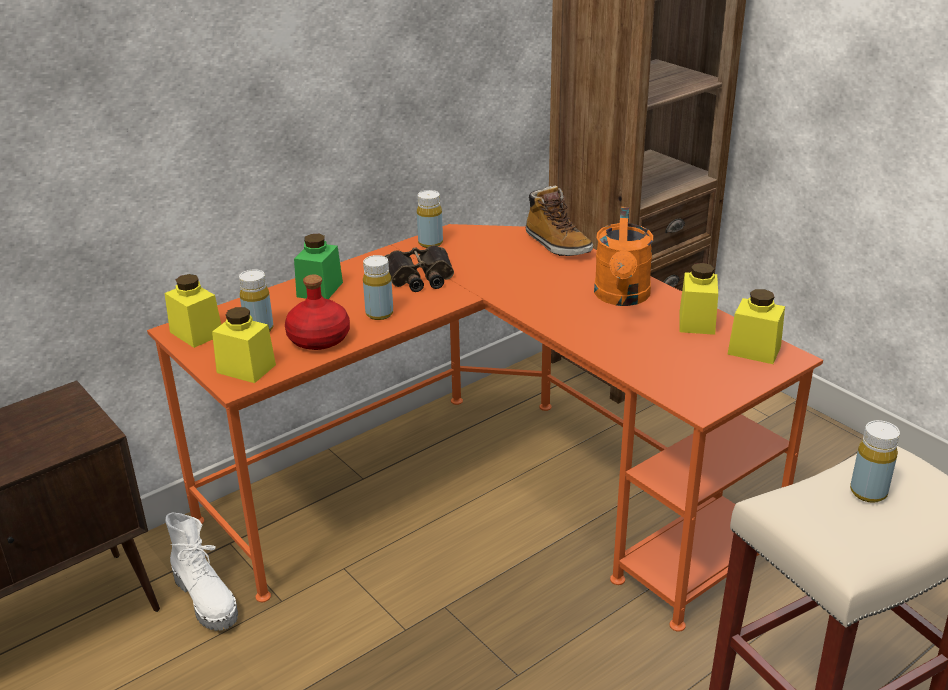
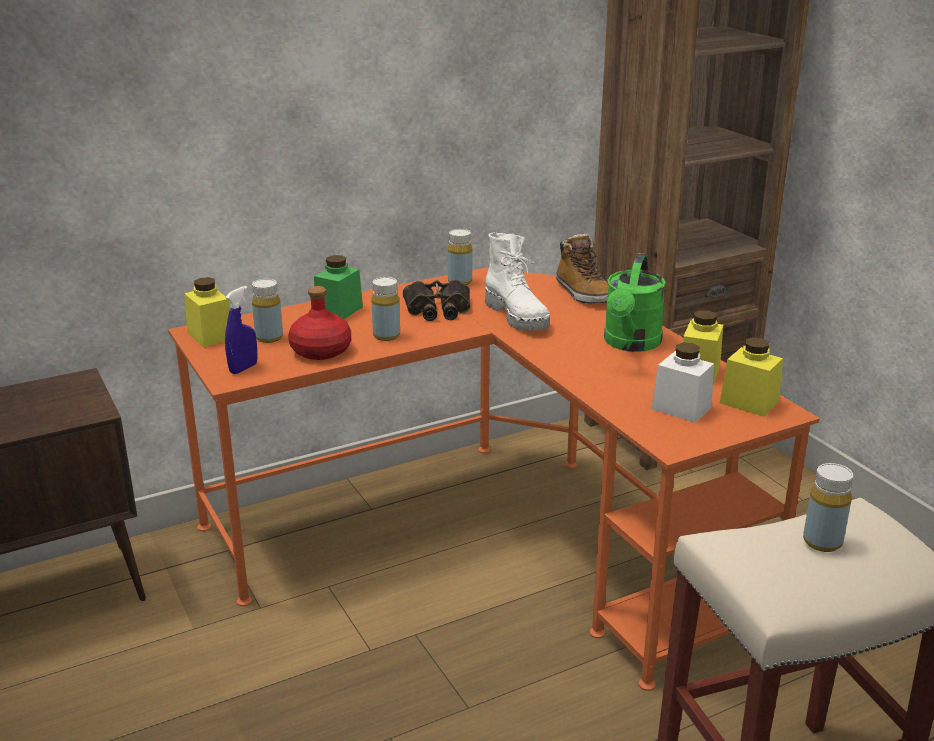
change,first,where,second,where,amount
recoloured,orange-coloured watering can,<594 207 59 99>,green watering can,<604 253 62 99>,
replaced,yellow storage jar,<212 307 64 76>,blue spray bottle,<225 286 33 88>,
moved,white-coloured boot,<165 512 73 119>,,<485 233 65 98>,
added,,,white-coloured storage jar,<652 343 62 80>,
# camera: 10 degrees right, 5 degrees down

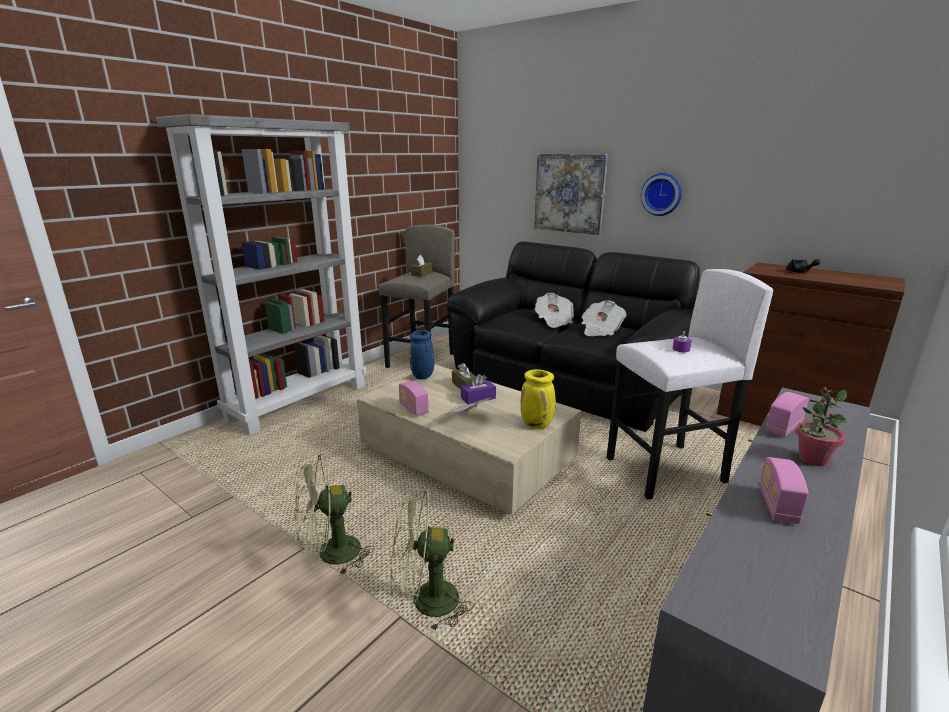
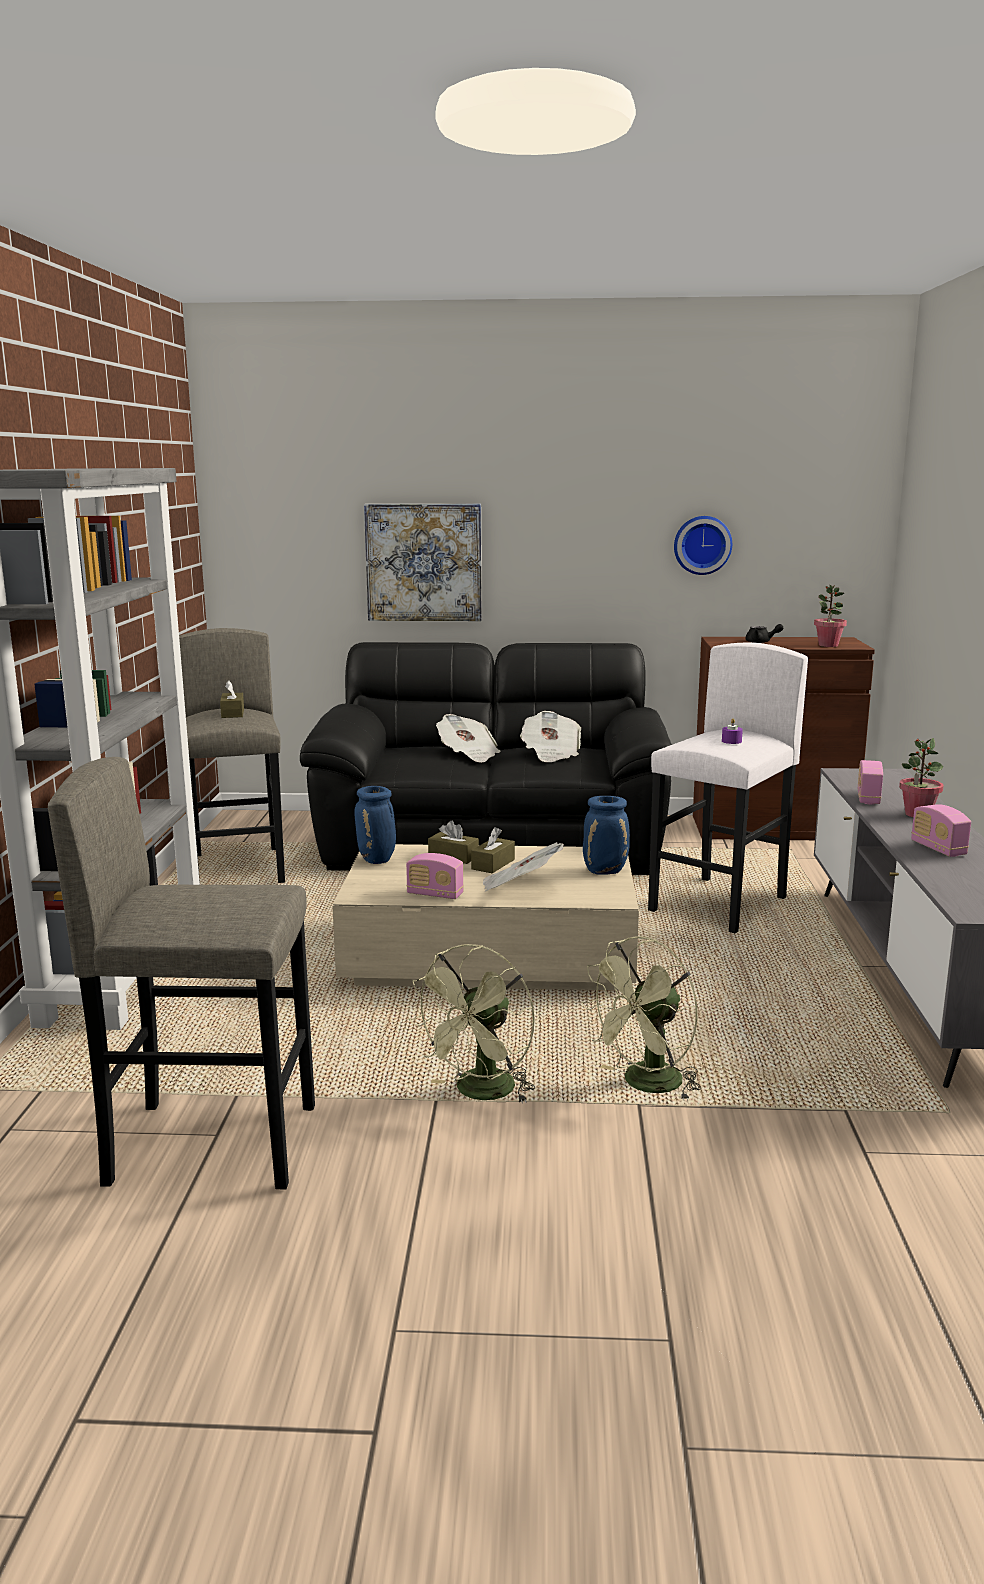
change,first,where,second,where,amount
moved,hanging clock,<641 173 41 43>,,<674 516 58 59>,
recoloured,yellow flower vase,<521 369 35 60>,blue flower vase,<583 796 47 79>,
recoloured,purplish tissue holder,<461 374 35 30>,brown tissue holder,<471 827 44 46>,
added,,,plant in a pot,<814 585 33 62>,
added,,,grey sitting stool,<48 757 267 433>,
# camera: 35 degrees left, 5 degrees down

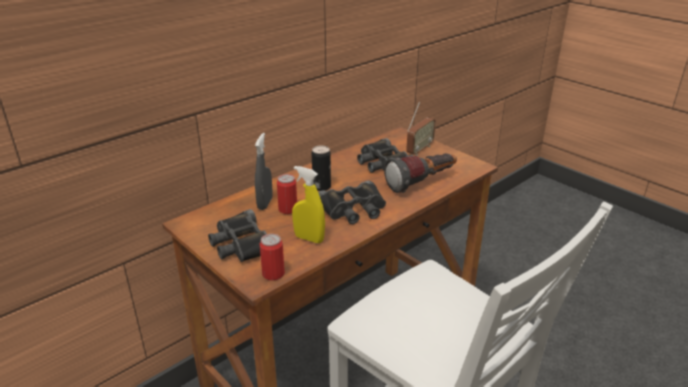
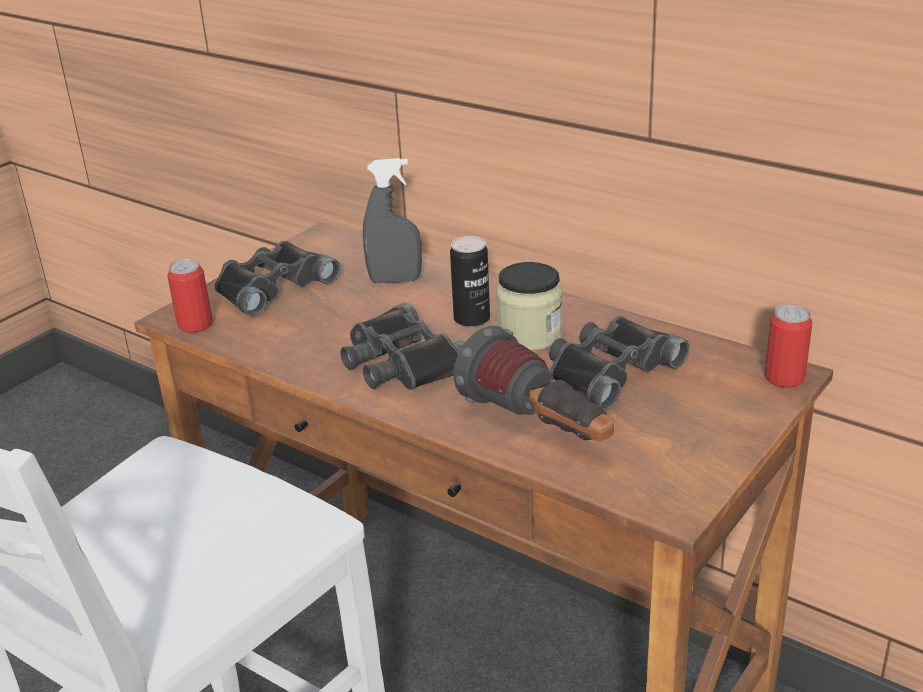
change,first,where,second,where,amount
removed,radio receiver,<406 102 30 54>,,,
removed,yellow spray bottle,<292 166 33 77>,,,
moved,can,<277 174 20 40>,,<765 304 48 83>,
added,,,storage jar,<496 262 67 89>,
# camera: 80 degrees right, 0 degrees up

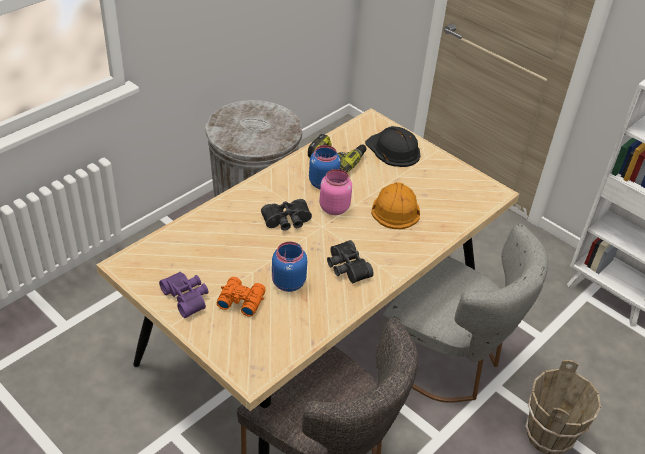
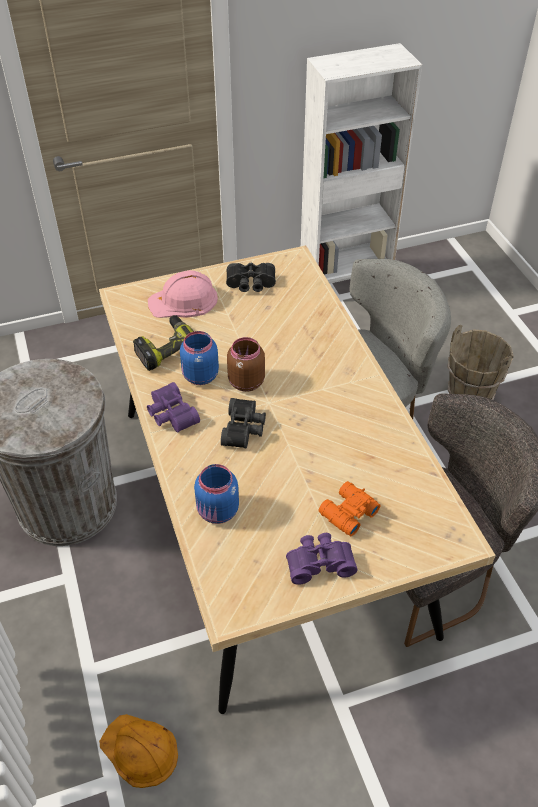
change,first,where,second,where,amount
recoloured,blackish hard hat,<365 126 55 41>,pink hard hat,<148 270 70 48>,
recoloured,pink storage jar,<320 169 32 46>,brown storage jar,<227 337 38 55>,
moved,orange-coloured hard hat,<371 183 49 46>,,<99 714 79 74>,
moved,blackish field glasses,<327 240 47 43>,,<226 263 50 29>,
moved,blue storage jar,<272 242 35 50>,,<194 464 45 60>,
added,,,purplish field glasses,<147 382 53 51>,
# camera: 60 degrees left, 5 degrees up

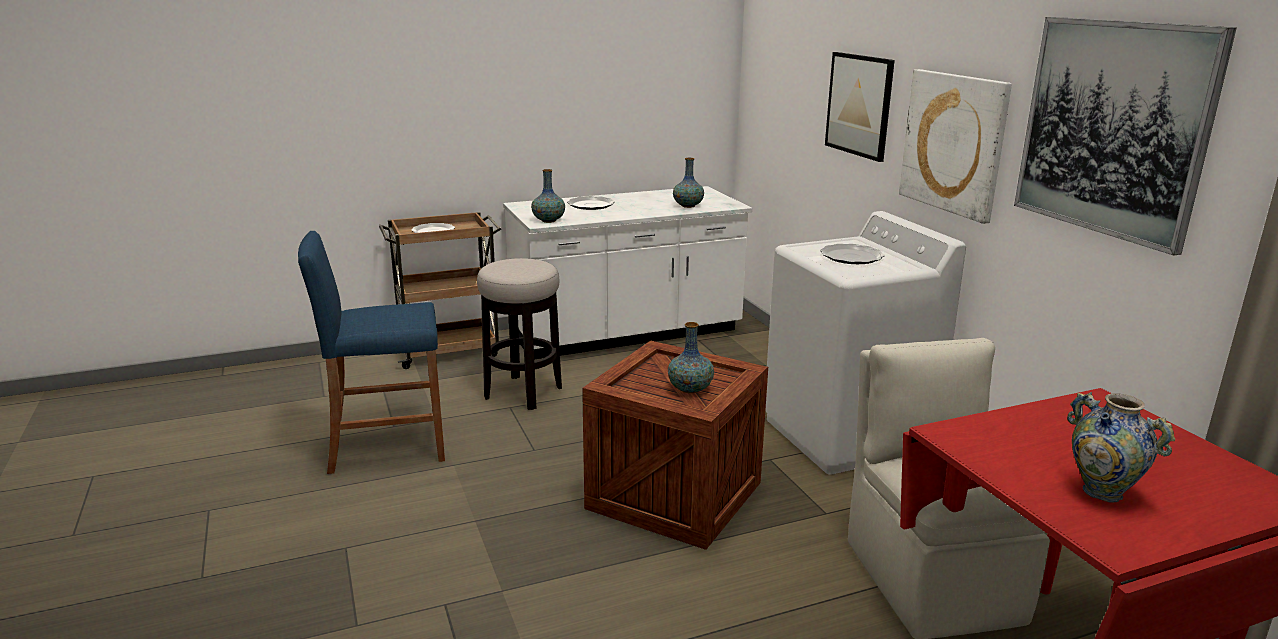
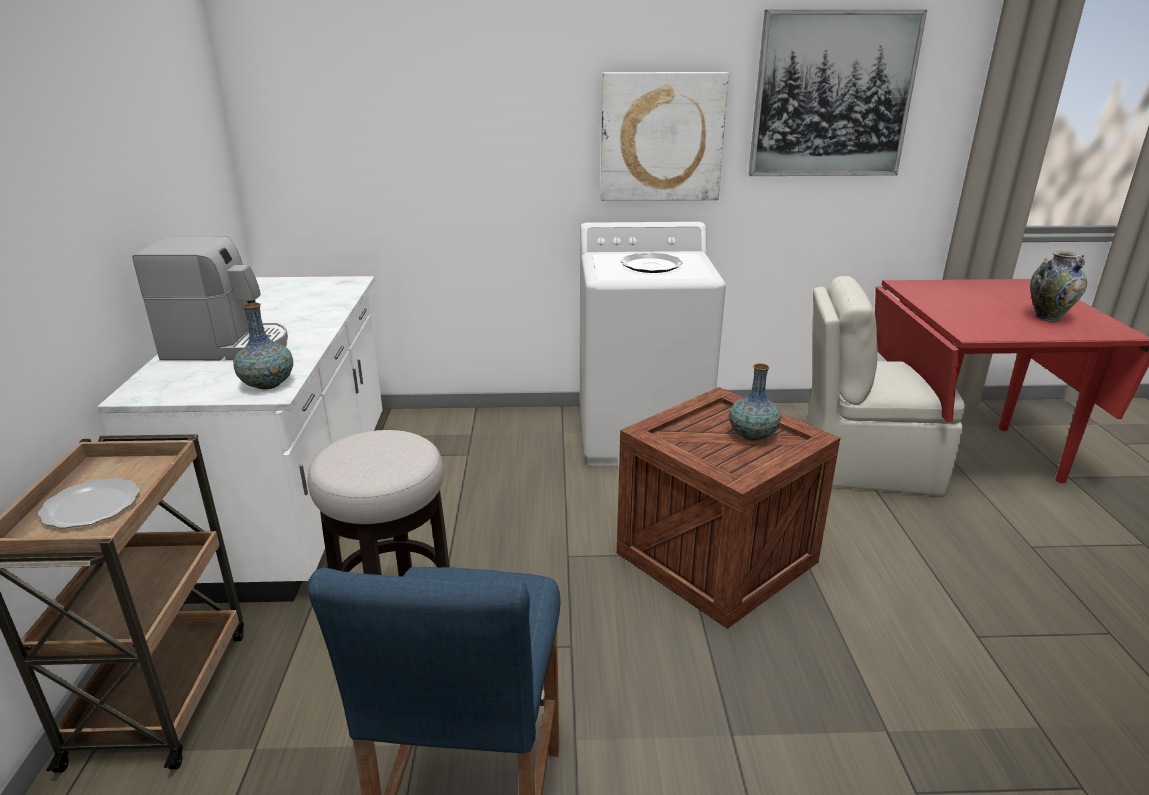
change,first,where,second,where,amount
removed,picture,<825 52 70 110>,,,
removed,flower vase,<673 158 31 50>,,,
replaced,plate,<567 196 48 14>,coffee machine,<132 236 156 124>,
# camera: 70 degrees left, 5 degrees up

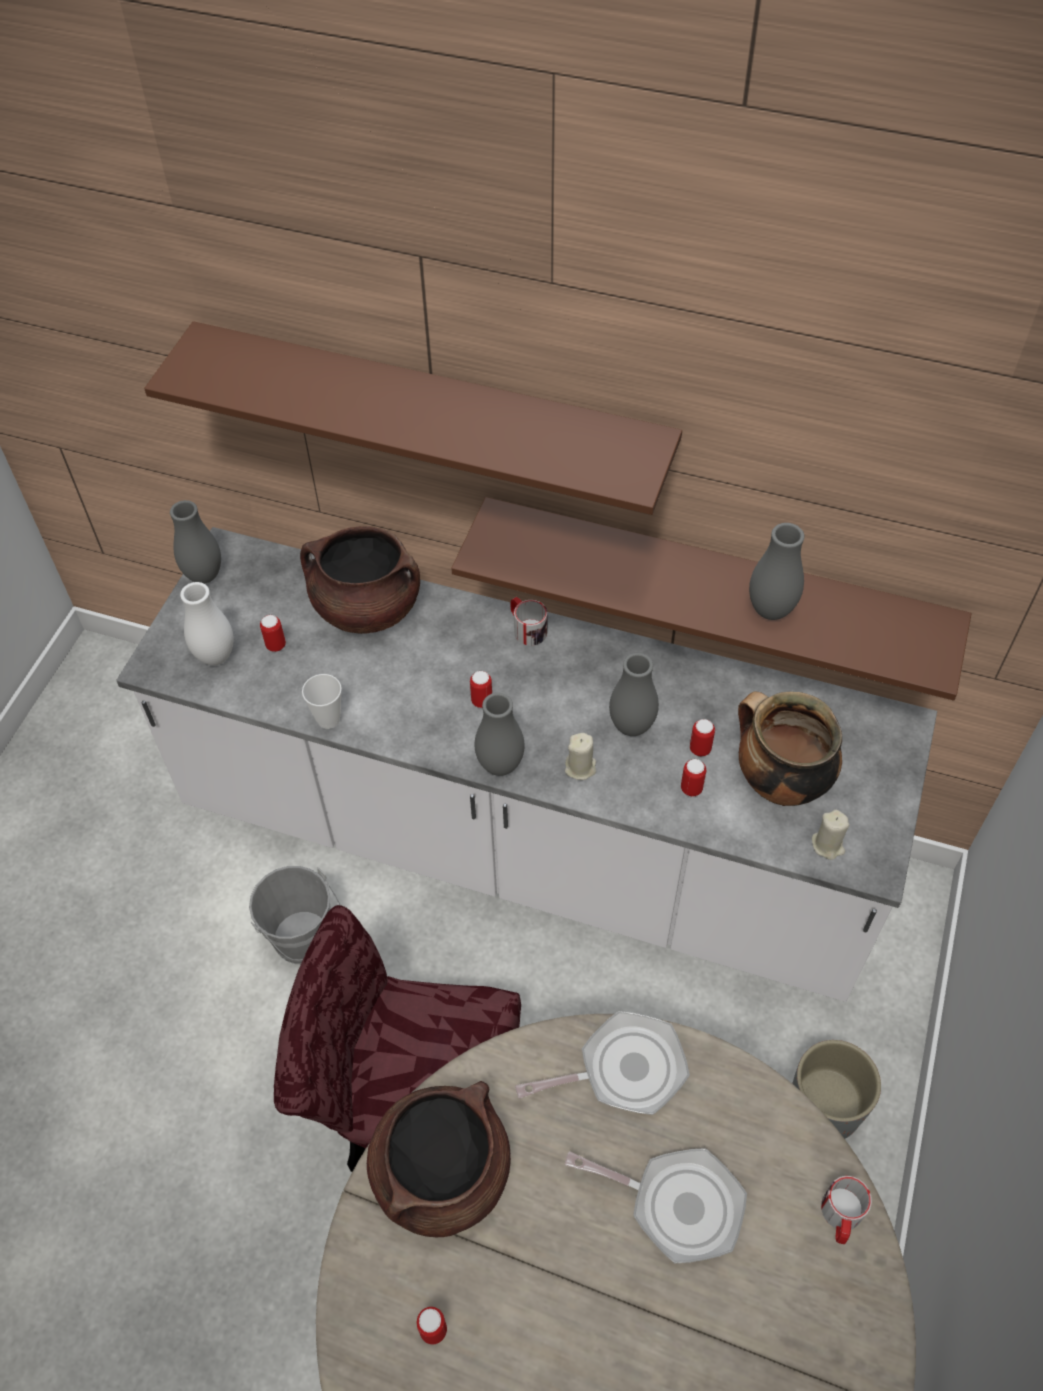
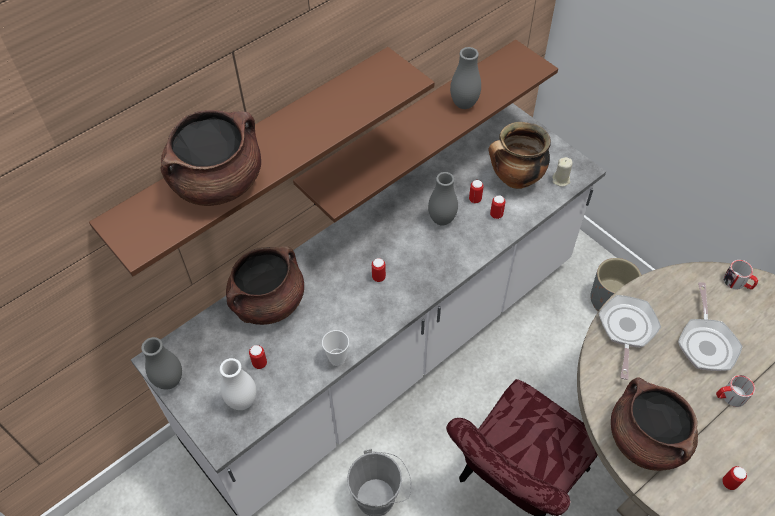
change,first,where,second,where,amount
moved,mug,<510 597 38 49>,,<716 375 39 32>,
removed,grey flower vase,<475 693 50 83>,,,
removed,beige wax light,<565 733 31 47>,,,
turned,pan,<564 1148 183 115>,,<678 282 65 89>,135 degrees clockwise
added,,,brown cooking pot,<161 110 100 96>,
# camera: 60 degrees left, 0 degrees up

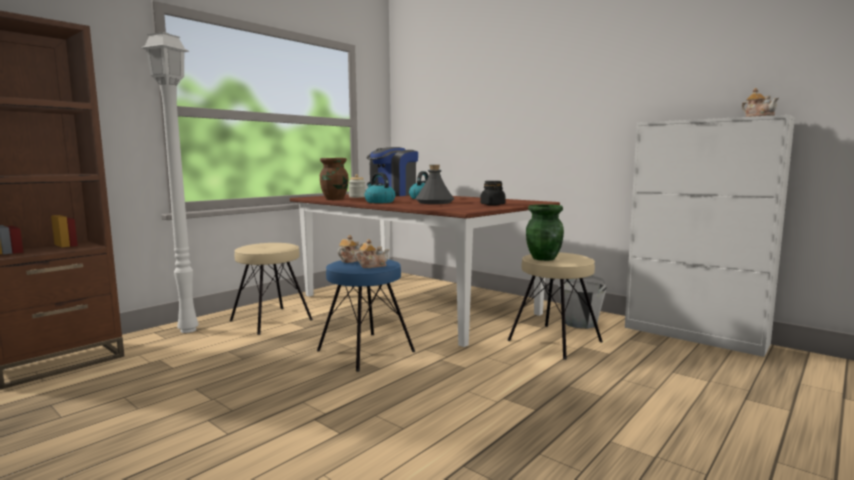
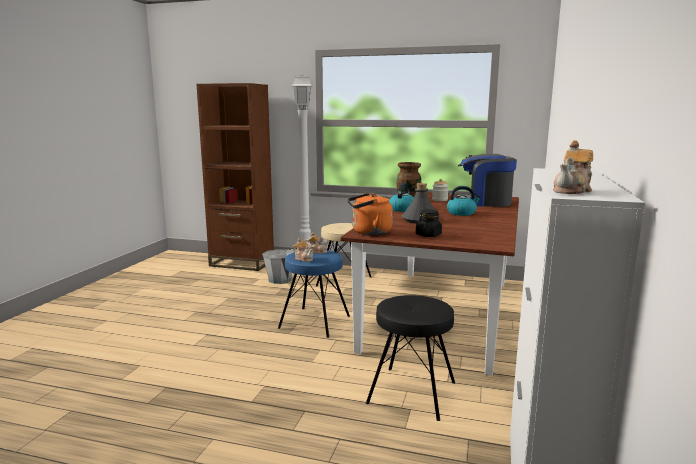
change,first,where,second,where,amount
removed,green flower vase,<526 204 38 57>,,,
recoloured,beige sitting stool,<507 252 96 108>,blackish sitting stool,<366 295 89 126>,
moved,grey pail,<558 276 49 53>,,<262 249 32 35>,
added,,,orange-coloured kettle,<347 193 46 42>,
# camera: 65 degrees right, 5 degrees up

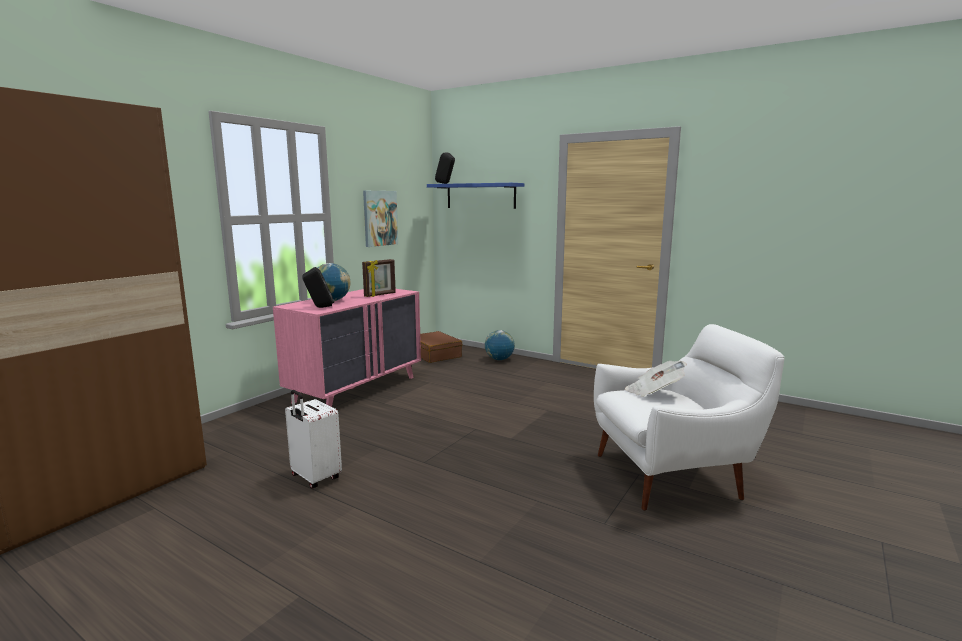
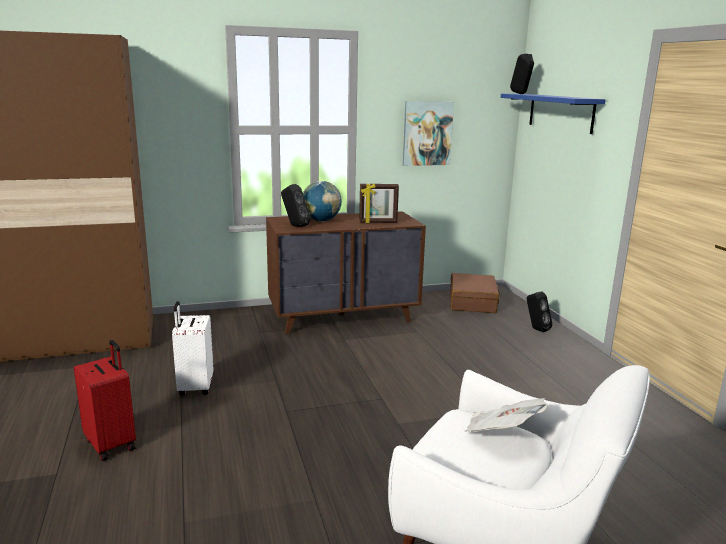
change,first,where,second,where,amount
recoloured,pink dresser,<273 289 148 118>,brown dresser,<266 211 160 123>,
replaced,globe,<485 330 30 30>,blackish speaker,<527 291 25 41>,
added,,,red piece of luggage,<74 340 62 121>,
# camera: 40 degrees right, 5 degrees up

